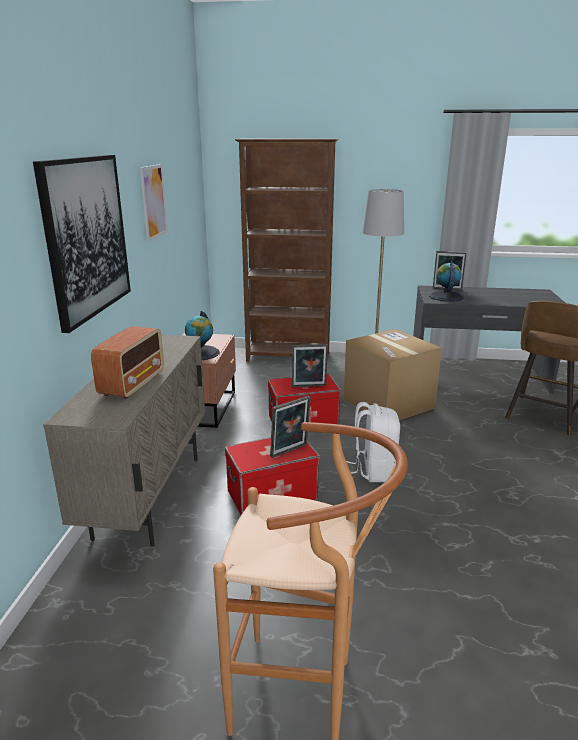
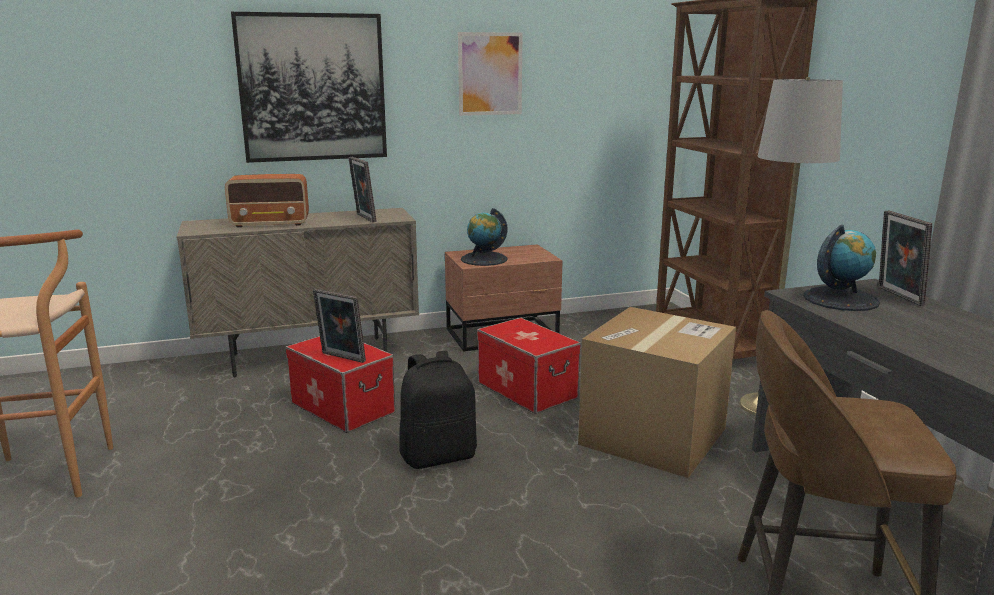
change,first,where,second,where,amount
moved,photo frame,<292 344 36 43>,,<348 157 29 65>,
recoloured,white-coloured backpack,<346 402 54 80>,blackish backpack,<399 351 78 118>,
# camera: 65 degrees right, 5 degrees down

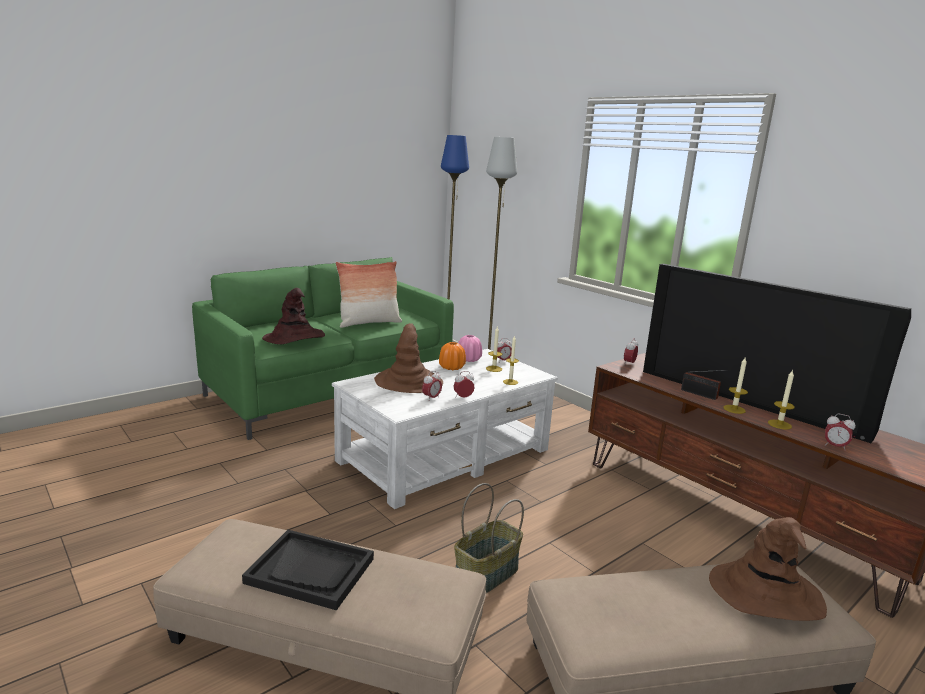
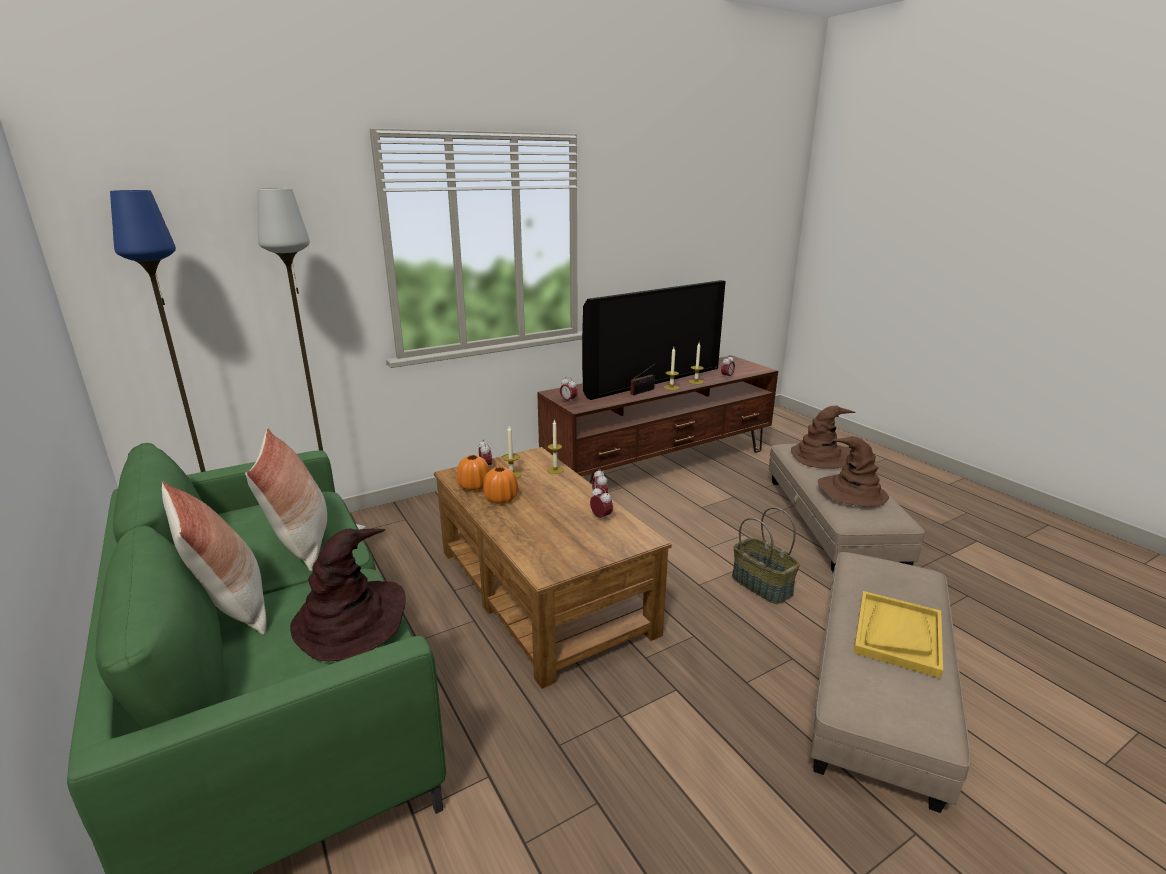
change,first,where,second,where,amount
moved,brown hat,<374 323 69 70>,,<818 436 71 71>,
recoloured,pink flower vase,<458 335 24 27>,orange-coloured flower vase,<457 455 33 36>,
recoloured,white-coloured coffee table,<332 349 226 160>,brown coffee table,<434 447 238 242>,
recoloured,blackish tray,<242 530 132 80>,yellow tray,<854 591 89 87>,
added,,,pillow,<162 481 104 154>,
# camera: 80 degrees left, 5 degrees up

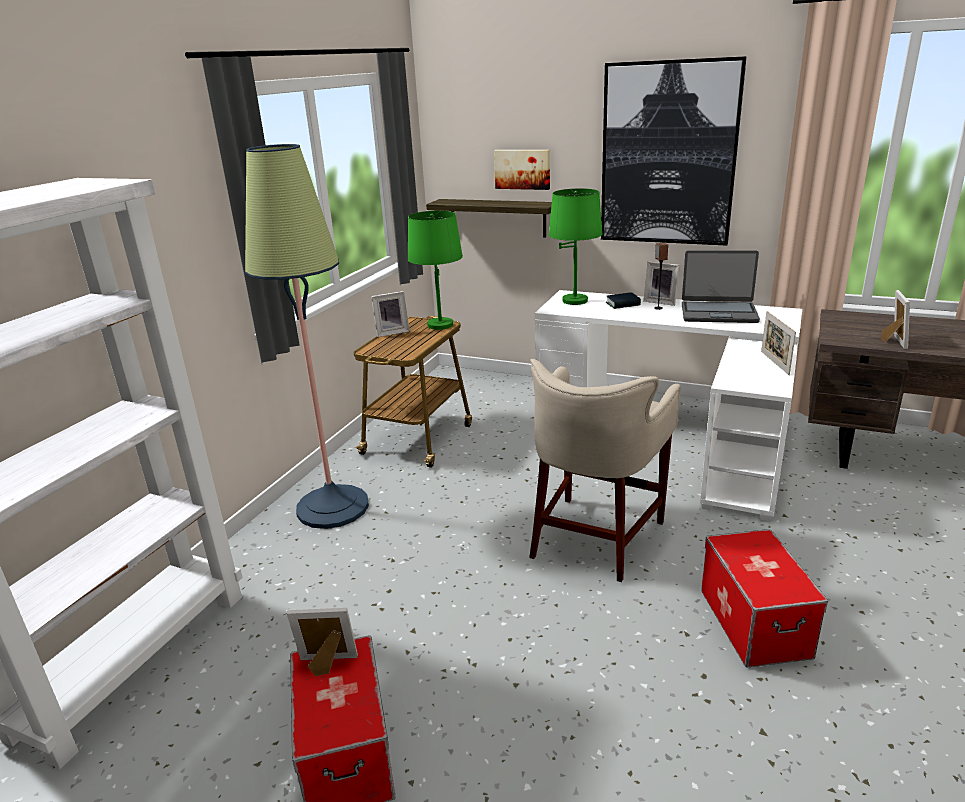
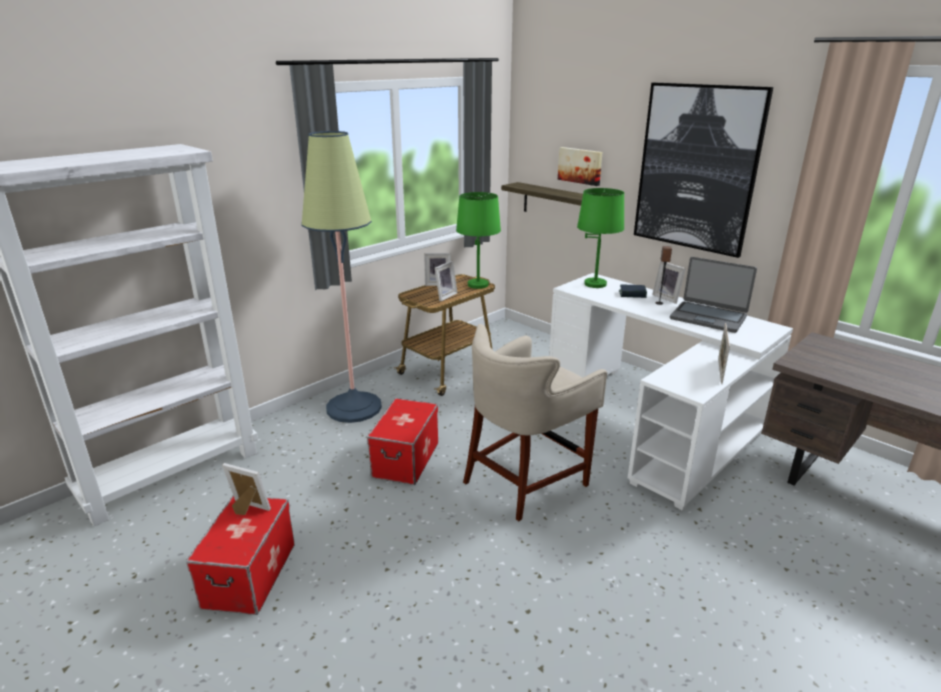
change,first,where,second,where,amount
moved,photo frame,<881 290 29 59>,,<435 261 22 40>,
moved,storage container,<701 529 127 139>,,<367 398 71 87>,
# camera: 20 degrees right, 0 degrees up

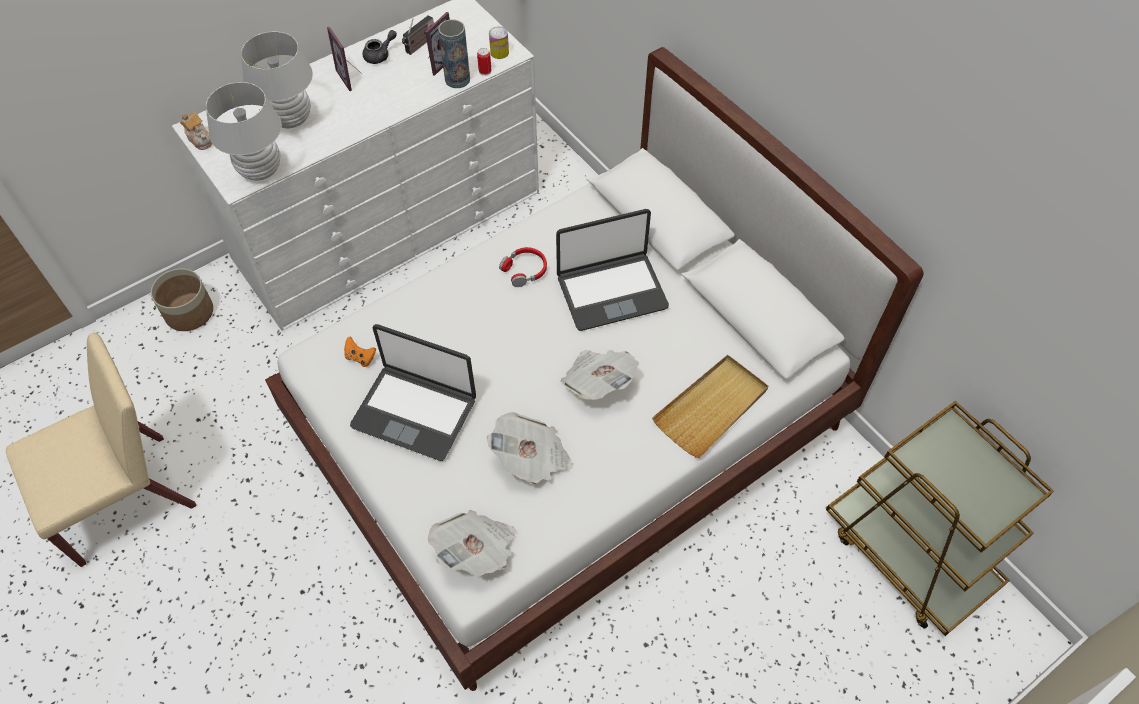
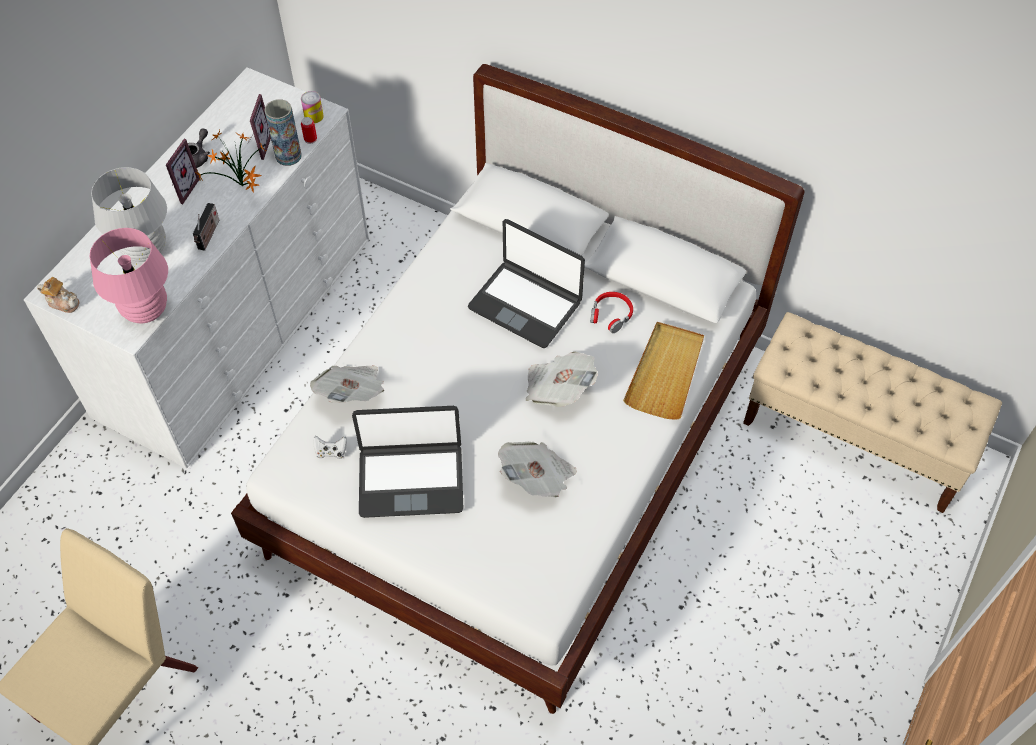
change,first,where,second,where,amount
moved,radio receiver,<402 15 32 40>,,<193 203 26 48>,
turned,photo frame,<327 27 35 64>,,<166 139 34 65>,105 degrees counterclockwise
recoloured,white-coloured tabletop lamp,<206 82 76 99>,pink tabletop lamp,<90 228 78 95>,
turned,portable computer,<556 209 113 122>,,<468 219 117 129>,75 degrees clockwise
moved,red pair of headphones,<499 247 48 40>,,<590 292 43 41>,
removed,planter,<151 268 62 63>,,,
recoloured,orange-coloured gamepad,<344 337 32 30>,white-coloured gamepad,<313 436 34 23>,
replaced,brown wheeled cart,<826 401 228 235>,beige long seat,<743 312 259 201>,
moved,daily paper,<428 510 88 66>,,<310 365 74 38>,
added,,,plant in a pot,<195 130 72 63>,
# camera: 25 degrees left, 0 degrees up

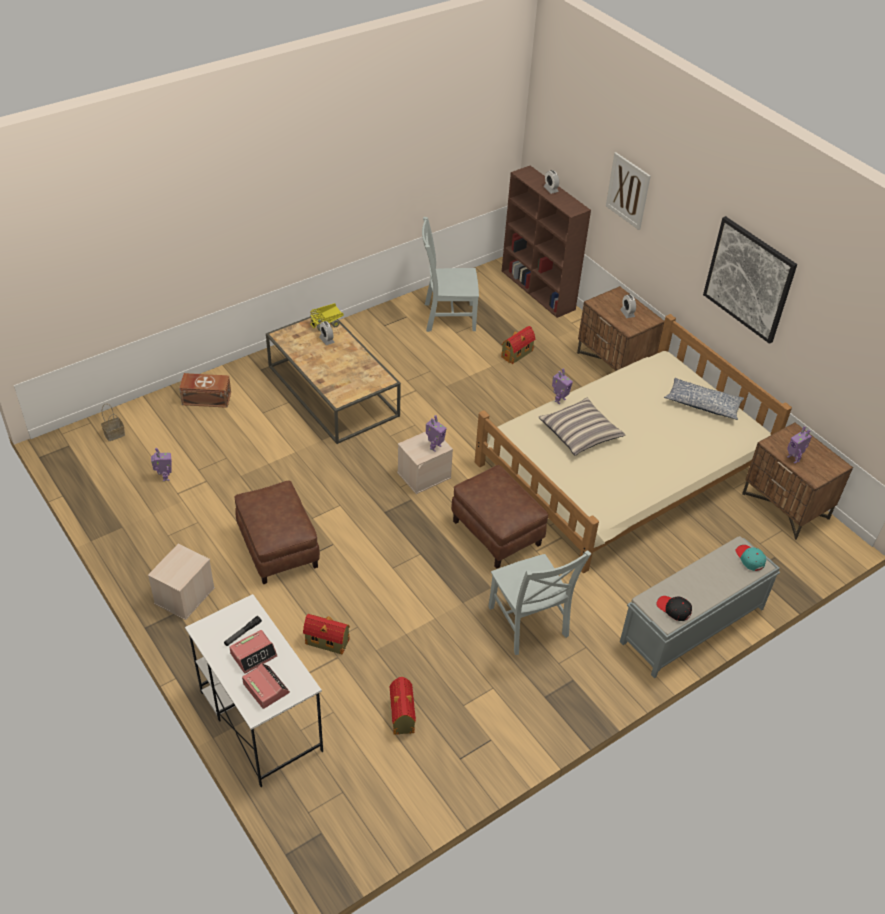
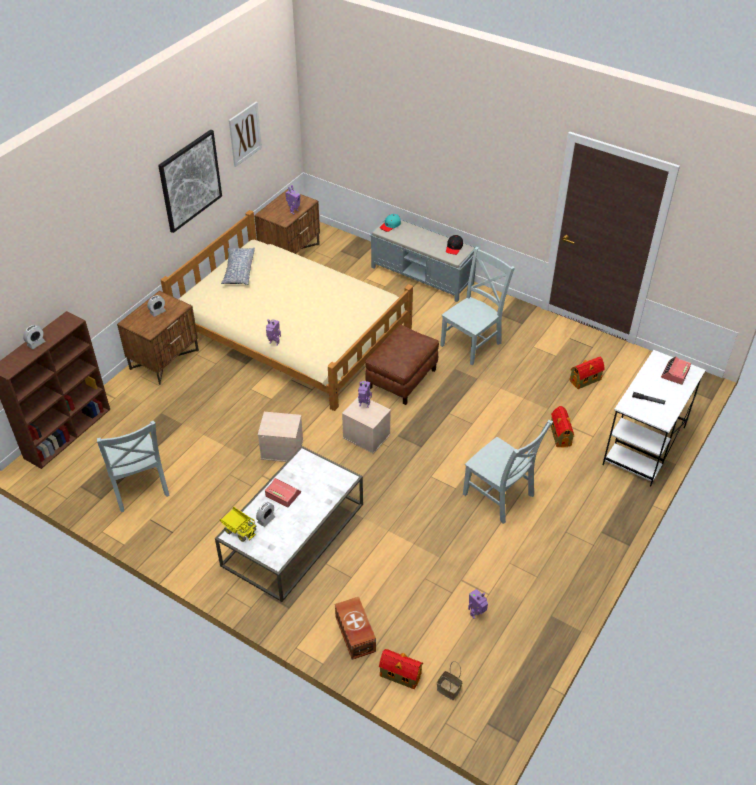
change,first,where,second,where,amount
moved,picture,<606 152 45 78>,,<229 102 33 65>,
recoloured,brown coffee table,<266 313 135 131>,white-coloured coffee table,<215 446 148 156>,
moved,miniature house,<501 326 34 38>,,<379 649 44 40>,
removed,pillow,<538 398 87 58>,,,
replaced,brown pouffe,<235 480 85 104>,grey plain chair,<463 420 90 104>,
moved,beige storage container,<148 543 67 77>,,<258 412 45 50>,
moved,table clock,<229 630 48 44>,,<265 478 36 30>,
# camera: 110 degrees left, 0 degrees up

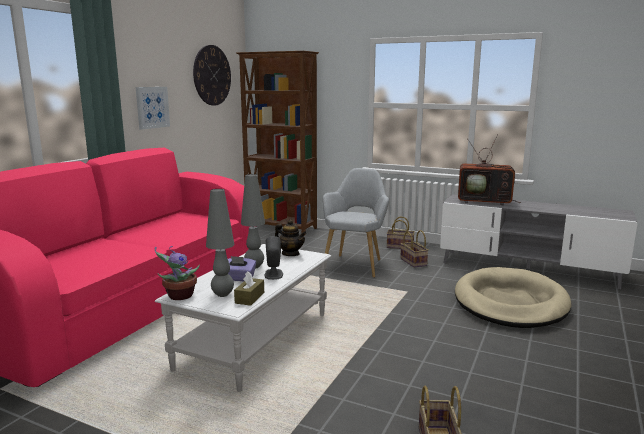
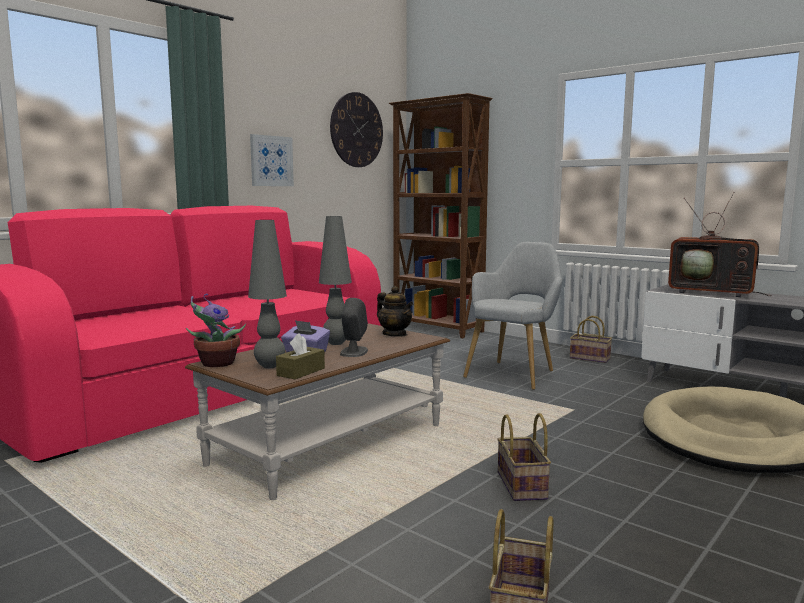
change,first,where,second,where,amount
moved,household basket,<400 230 28 38>,,<497 413 54 88>,
recoloured,white-coloured coffee table,<155 244 176 148>,brown coffee table,<185 324 265 176>,
# camera: 15 degrees right, 5 degrees down

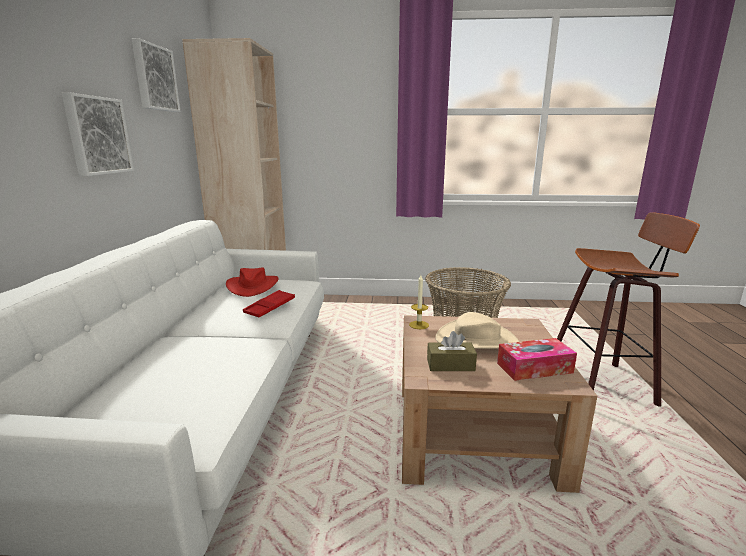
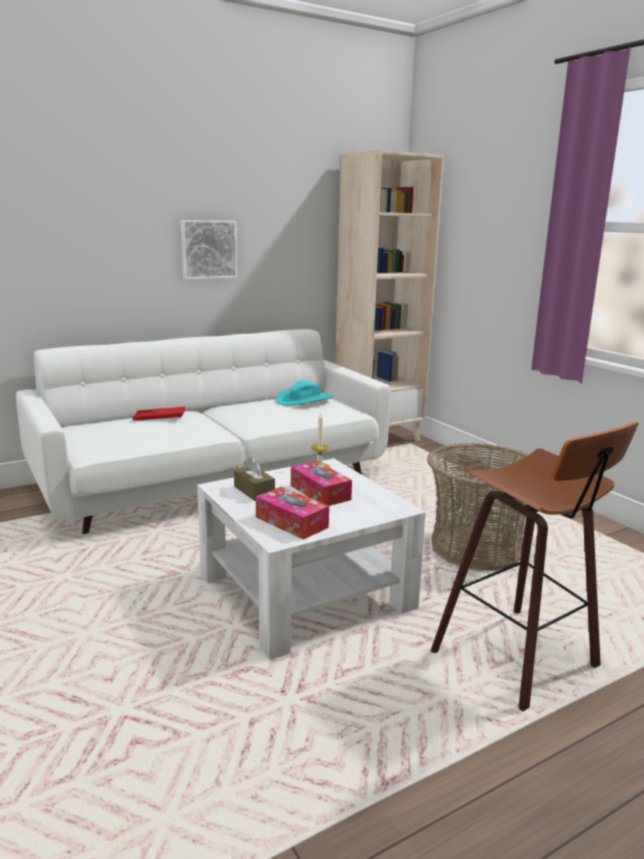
change,first,where,second,where,amount
removed,picture,<131 38 50 74>,,,
recoloured,red hat,<226 268 53 29>,turquoise-coloured hat,<276 380 57 26>,
moved,red tray,<243 290 52 28>,,<132 407 53 13>,
replaced,beige hat,<435 312 84 37>,tissue holder,<291 461 61 45>,
recoloured,brown coffee table,<402 315 195 178>,white-coloured coffee table,<197 458 229 202>,
# camera: 55 degrees right, 0 degrees up

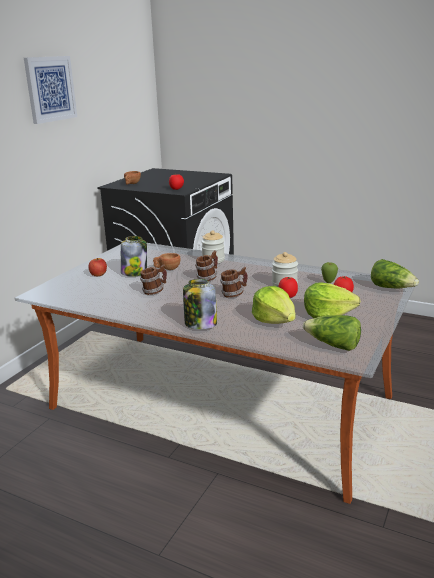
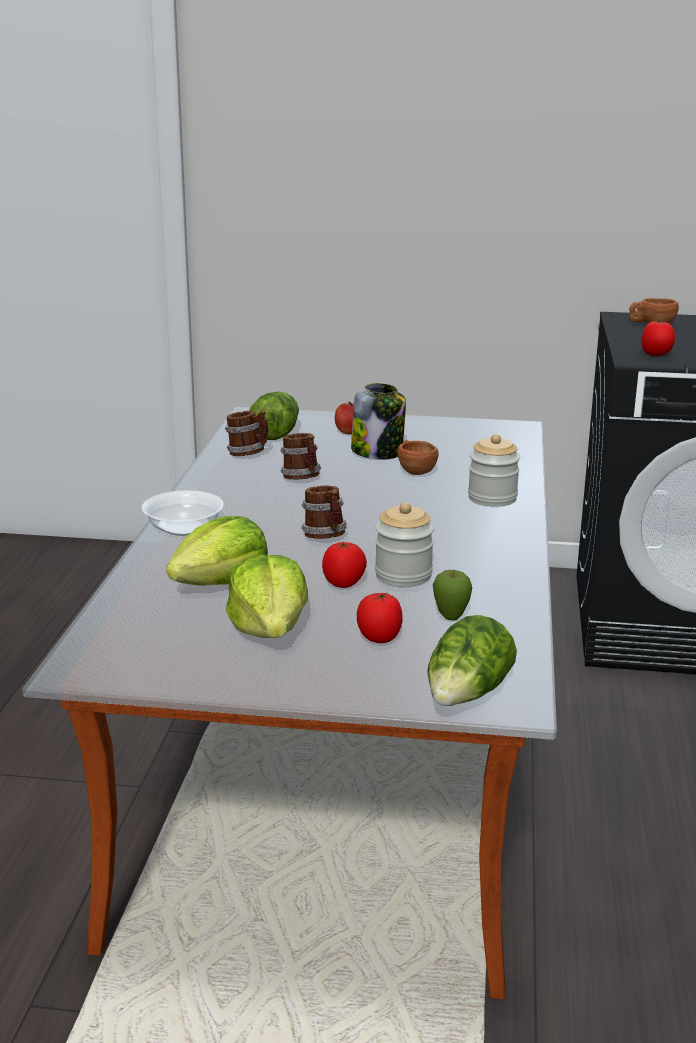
change,first,where,second,where,amount
removed,picture,<24 56 53 68>,,,
moved,mug,<195 251 23 30>,,<225 410 43 46>,
replaced,storage jar,<183 279 34 50>,serving bowl,<142 490 82 46>,
moved,lettuce,<303 315 58 36>,,<249 392 50 48>,
# camera: 70 degrees right, 0 degrees up

